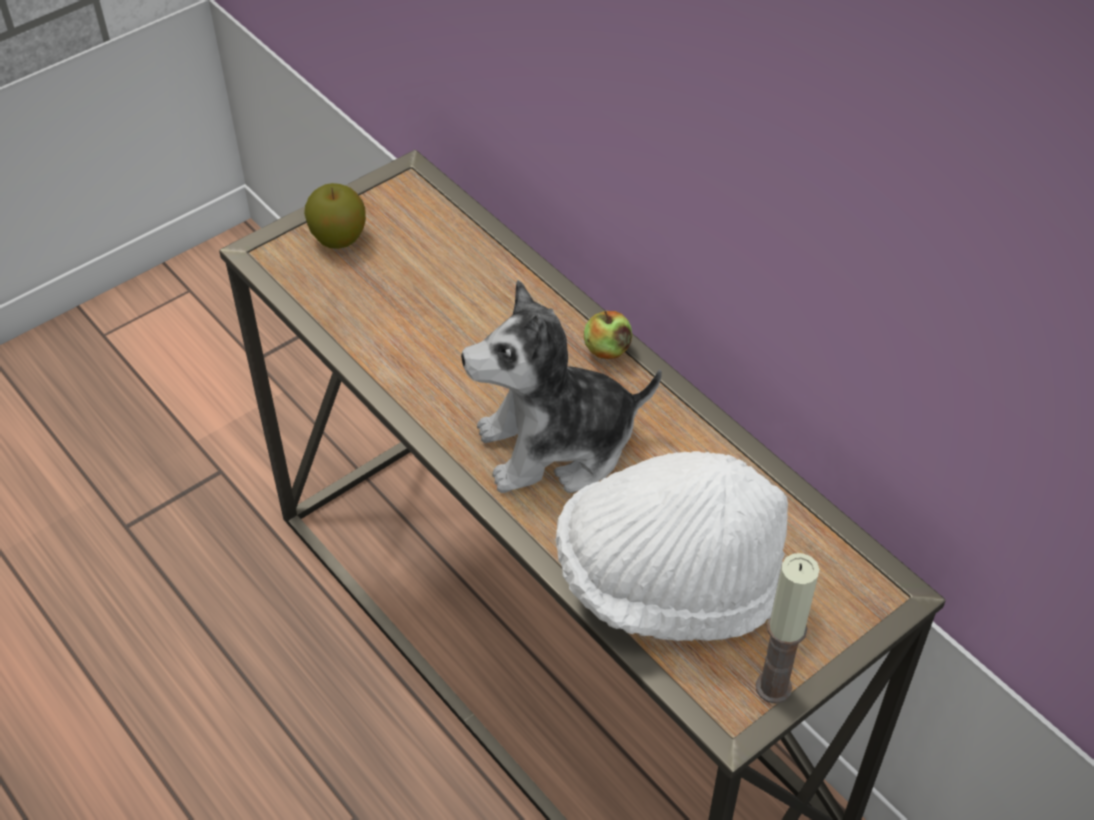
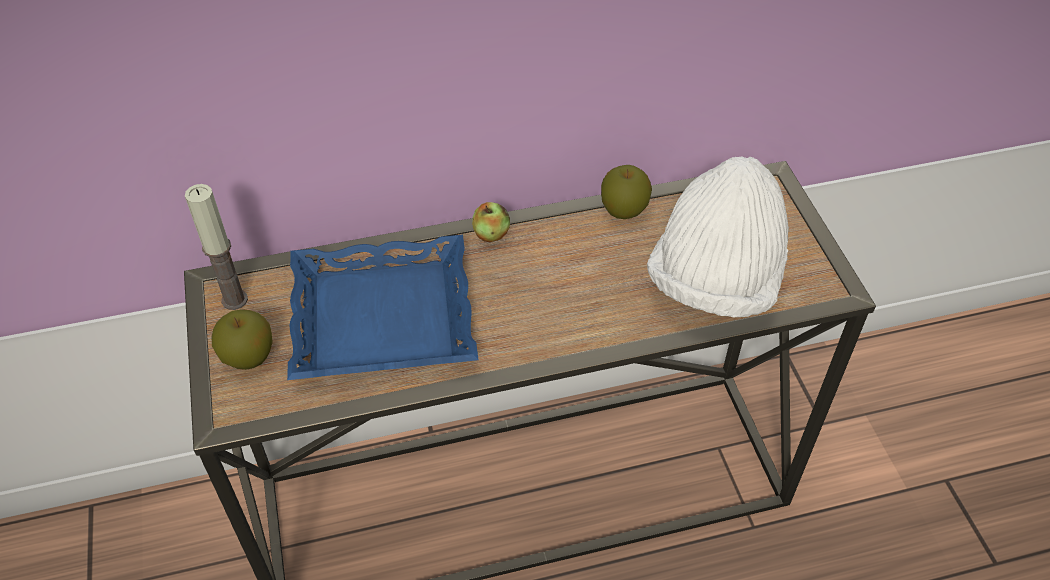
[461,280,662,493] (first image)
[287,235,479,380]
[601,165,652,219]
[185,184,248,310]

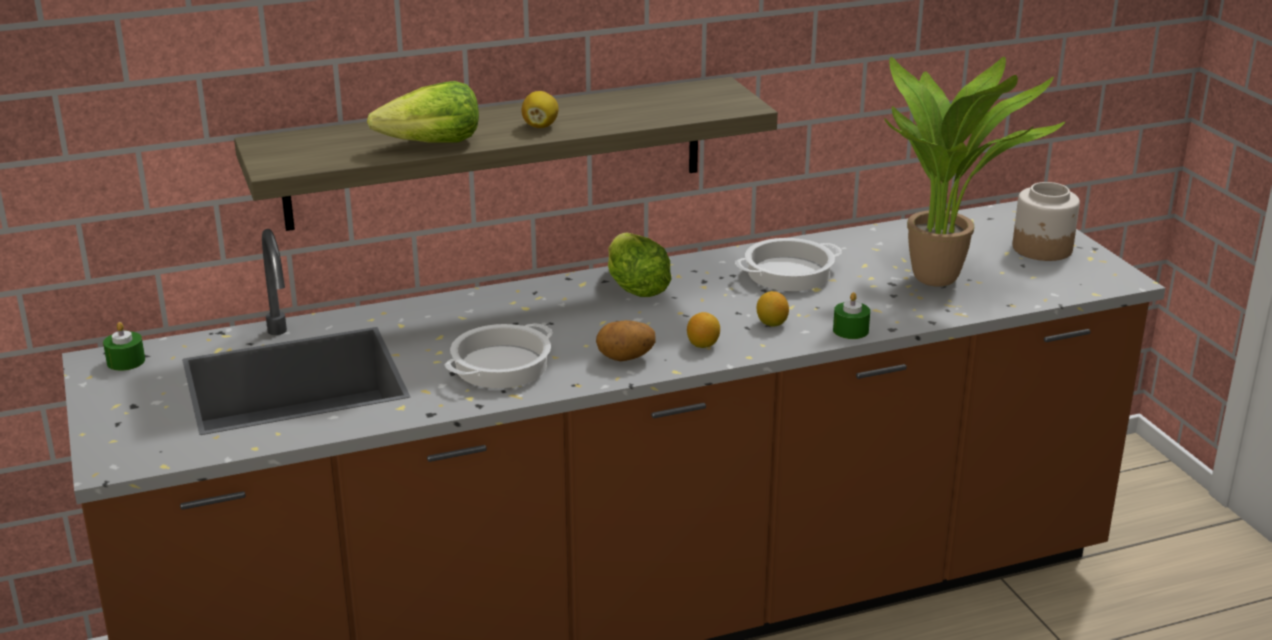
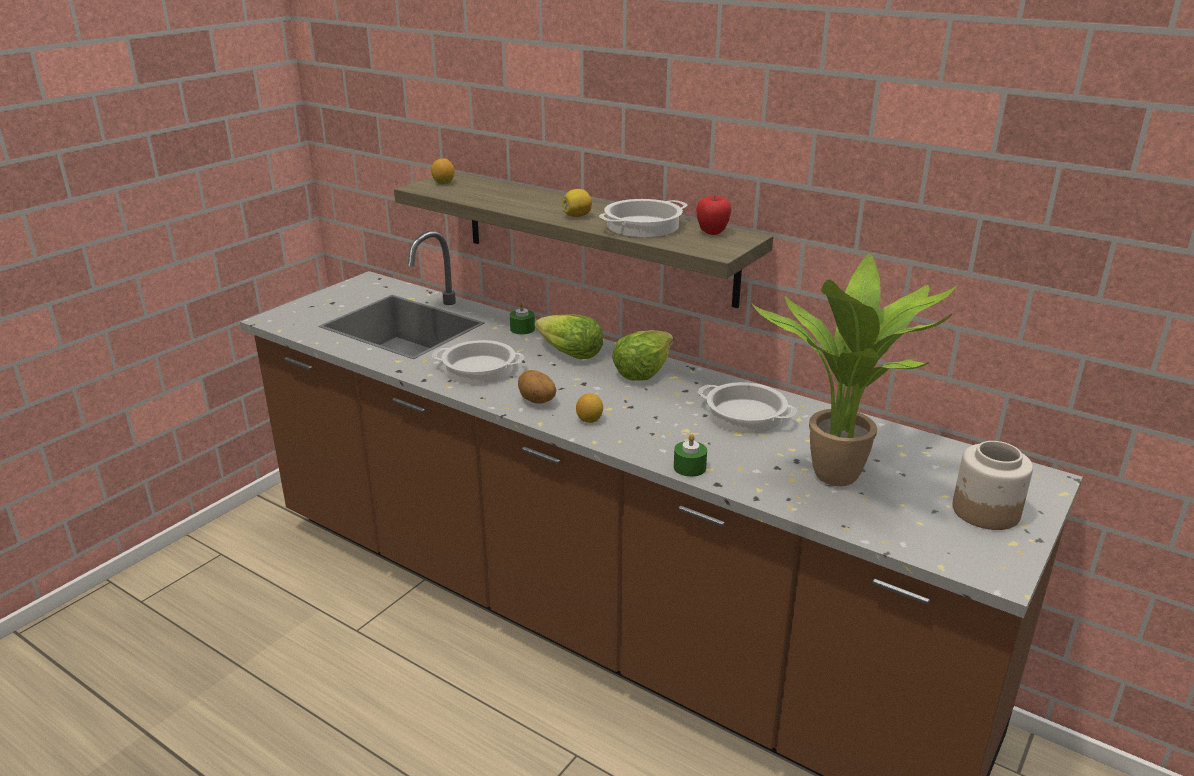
[599,199,688,237]
[696,195,731,235]
[510,302,535,335]
[535,314,603,359]
[431,159,455,184]

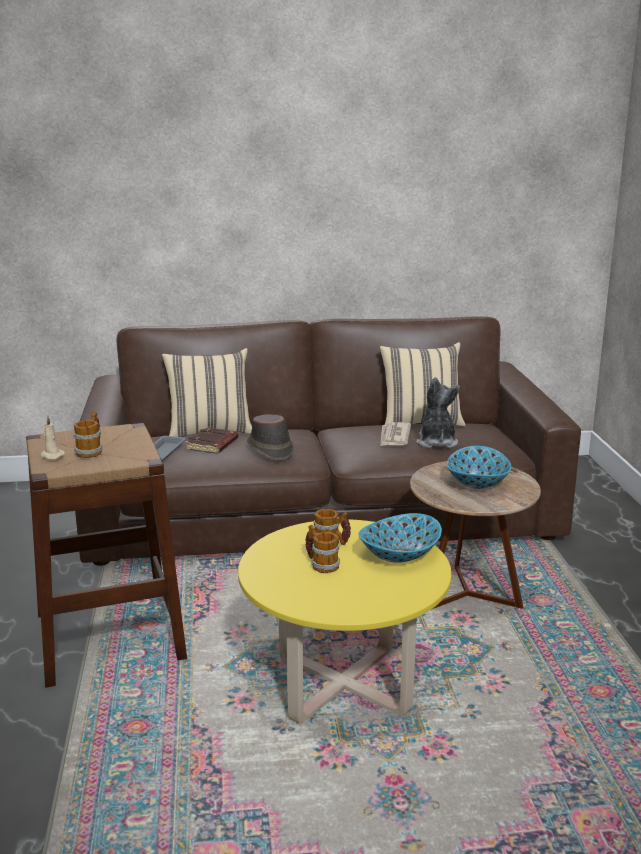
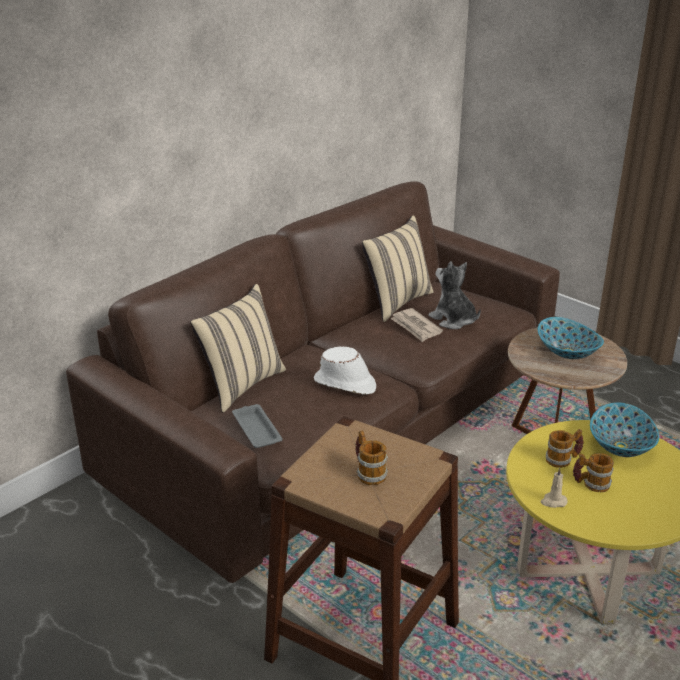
[185,427,239,454] (first image)
[541,467,567,508]
[314,346,376,395]

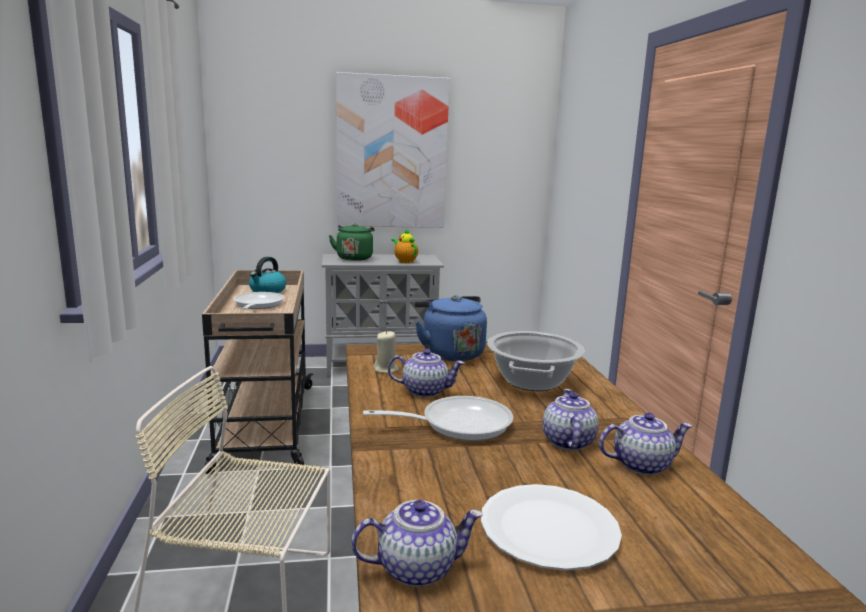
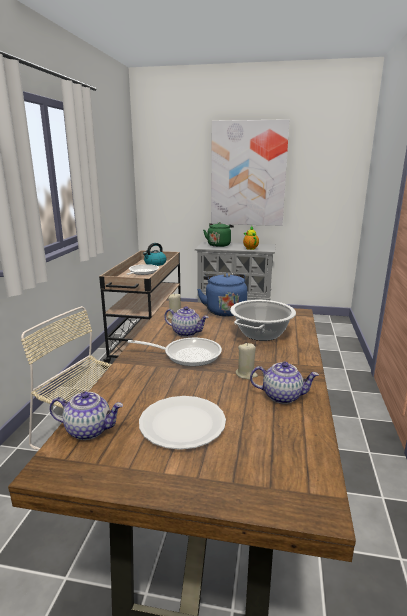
[236,343,258,380]

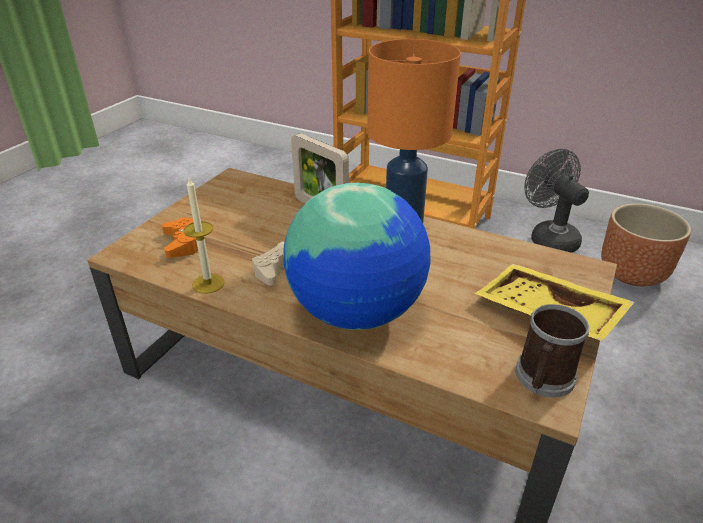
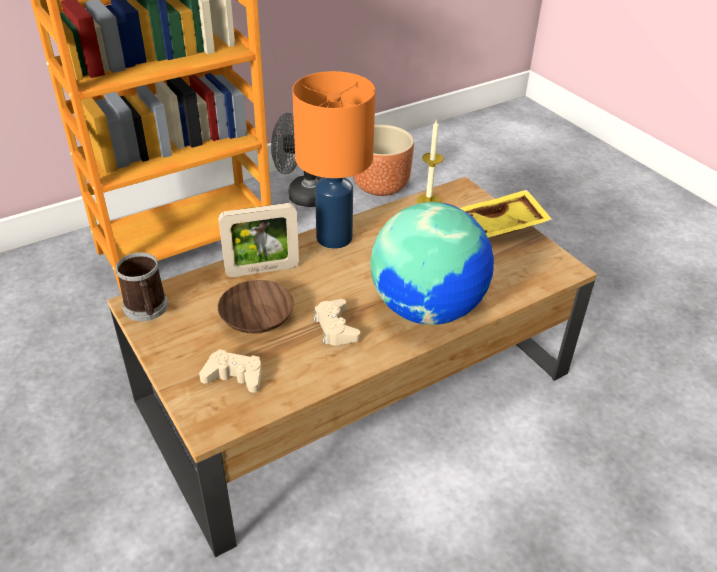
[218,280,294,334]
[417,119,444,204]
[116,252,168,321]
[199,349,262,393]

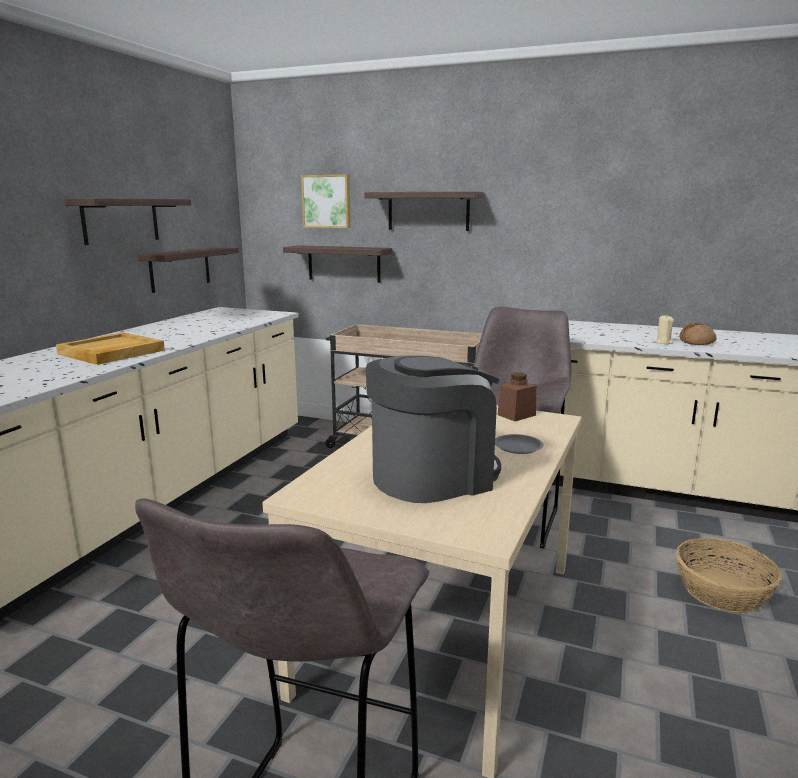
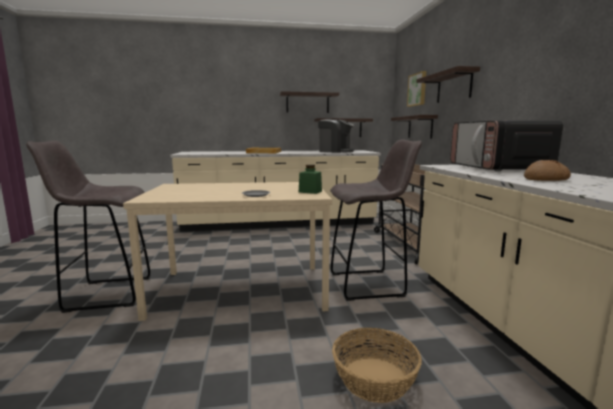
[653,315,674,344] (first image)
[450,120,563,172]
[318,119,354,153]
[299,165,322,194]

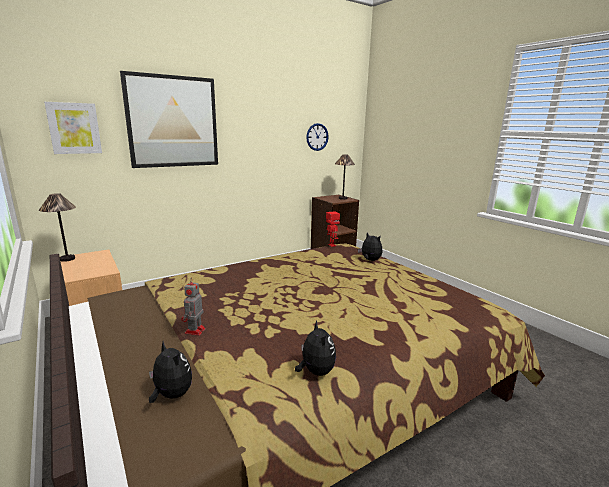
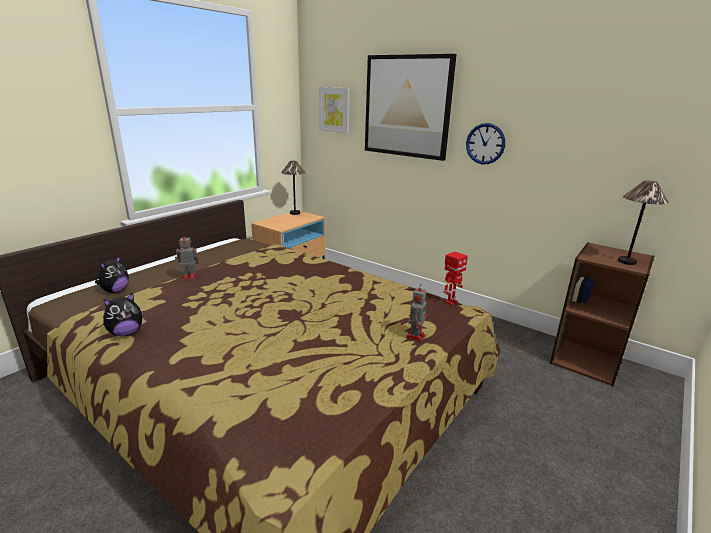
[466,123,505,164]
[406,284,428,342]

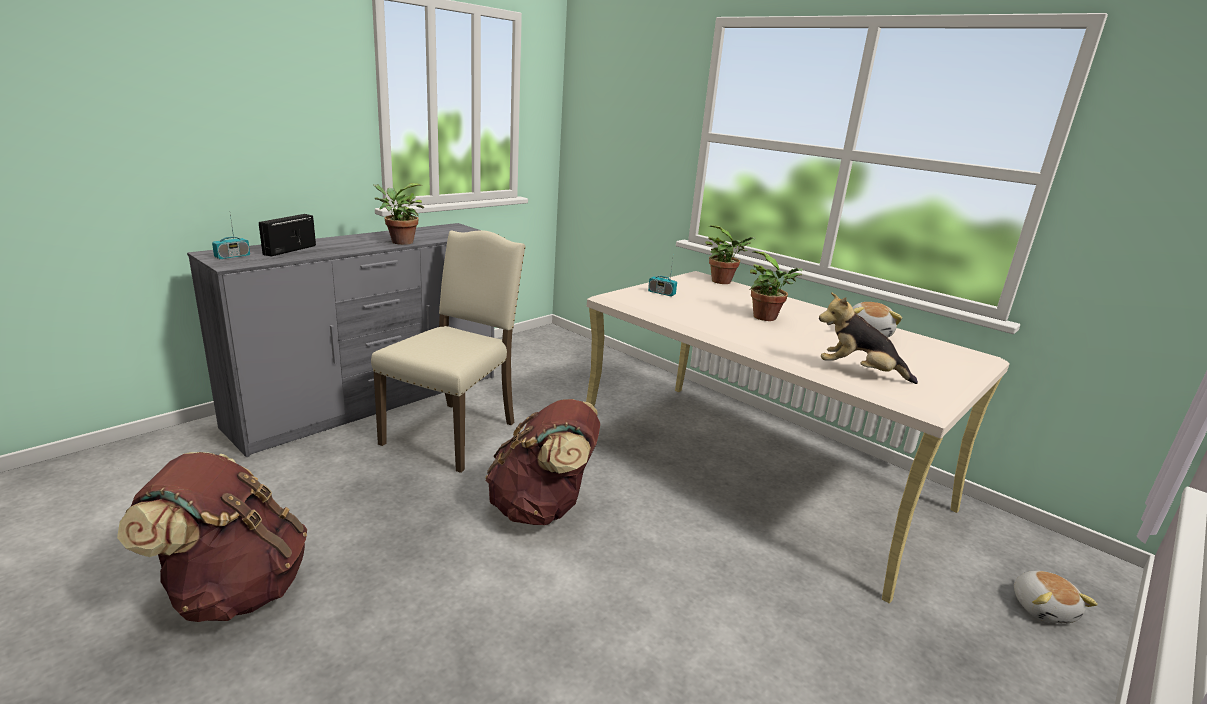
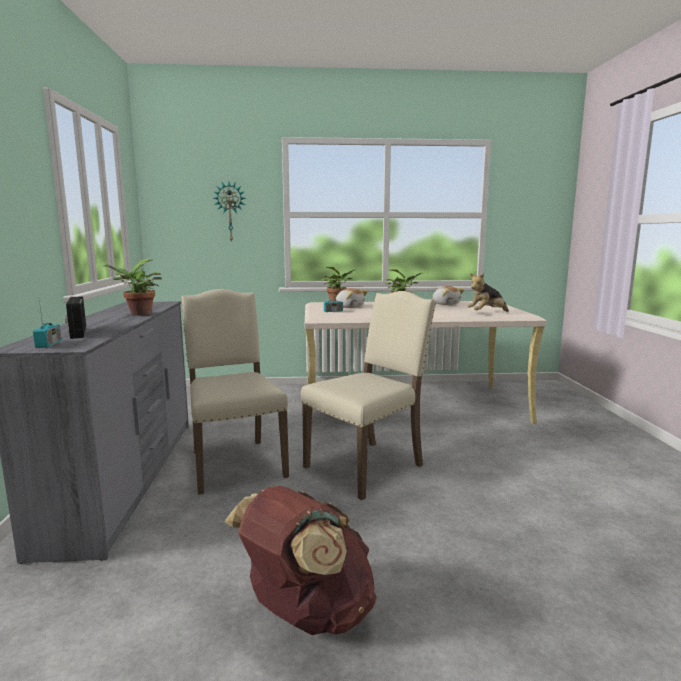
[213,181,246,243]
[335,288,368,308]
[301,291,436,500]

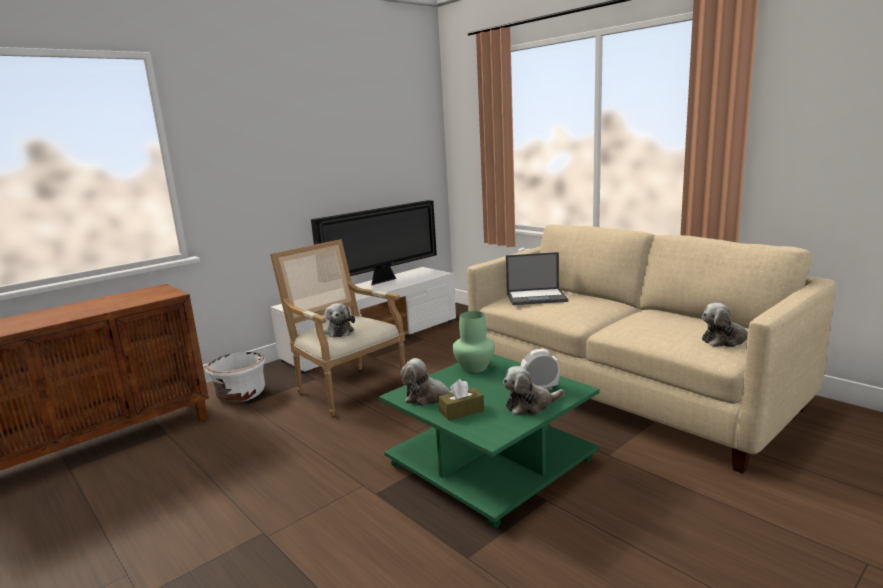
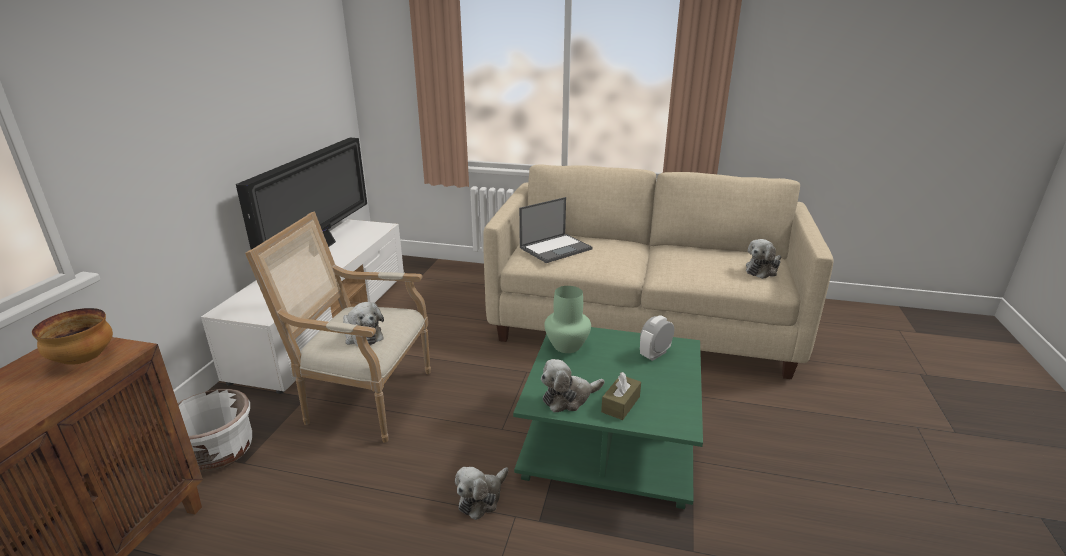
[32,308,113,365]
[455,467,508,520]

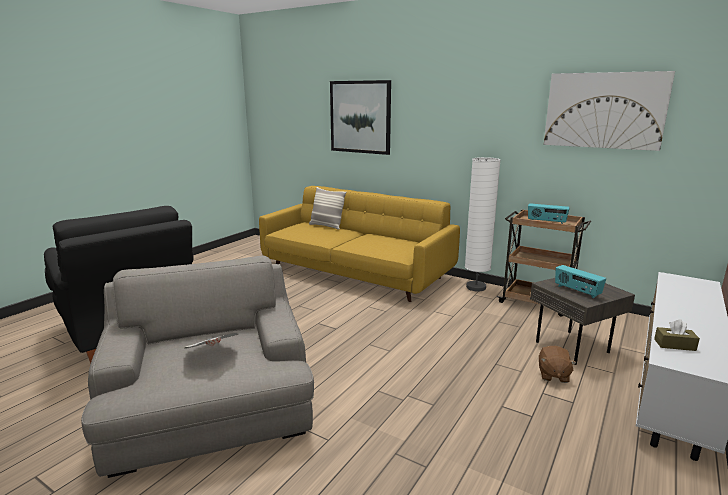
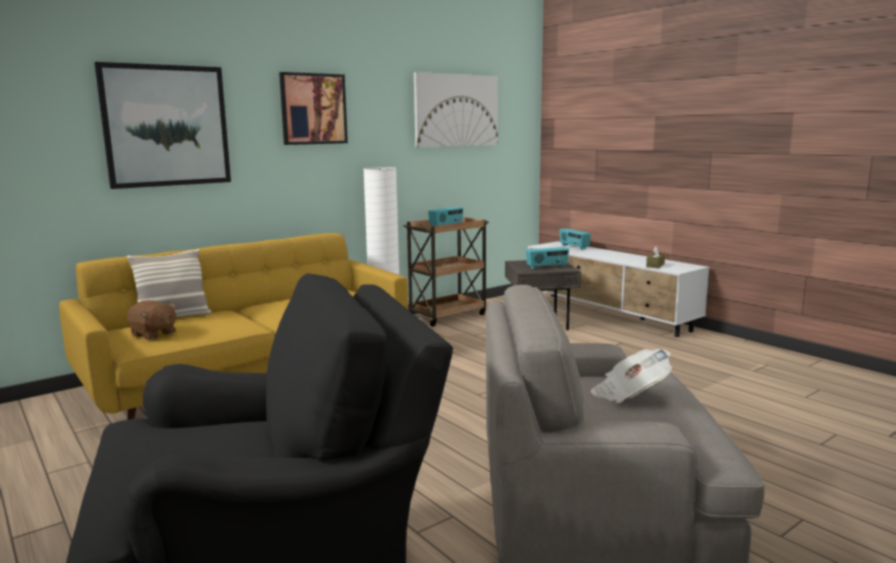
[279,72,348,145]
[559,228,591,250]
[127,300,176,340]

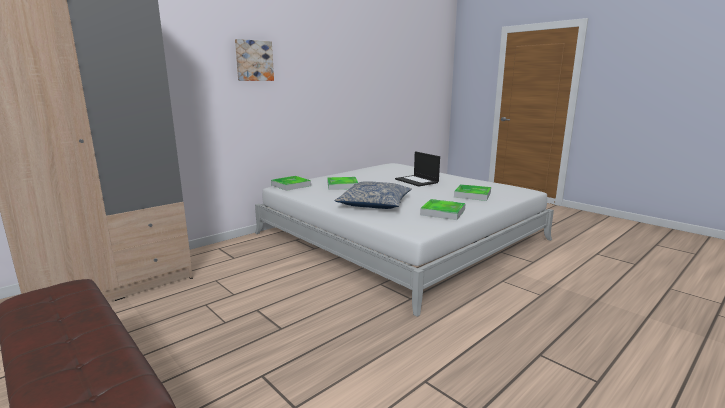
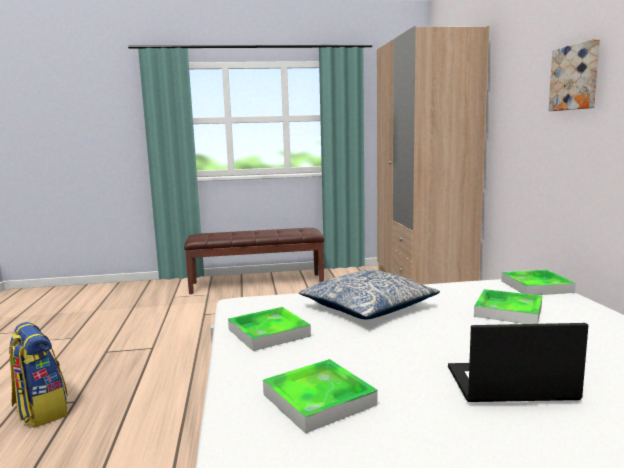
[9,322,68,427]

